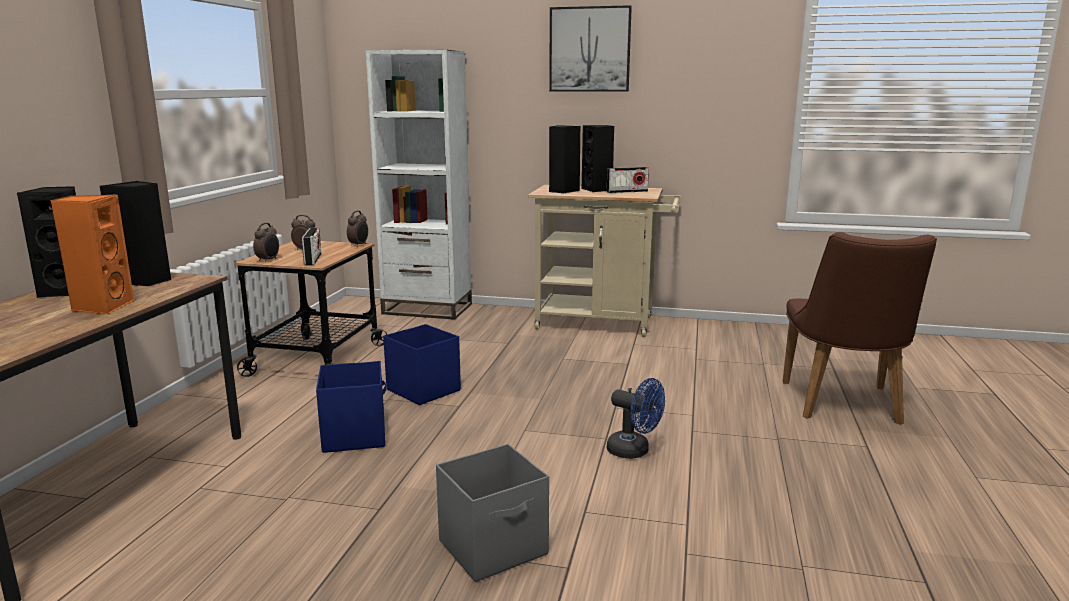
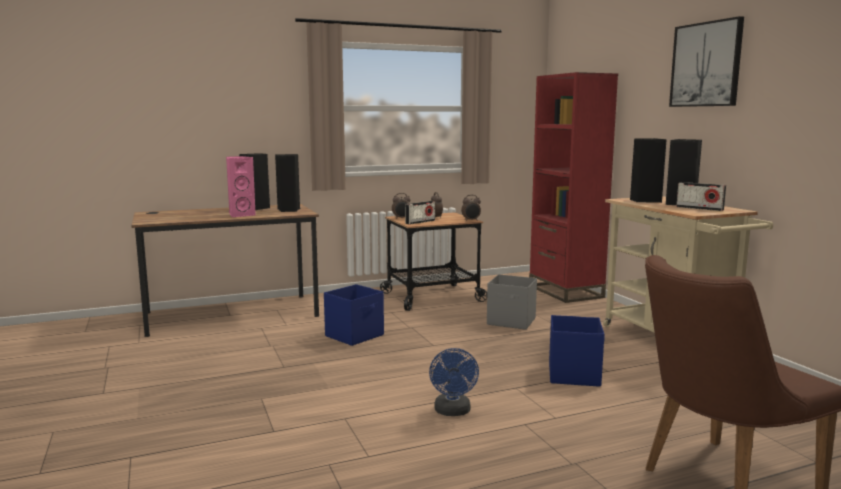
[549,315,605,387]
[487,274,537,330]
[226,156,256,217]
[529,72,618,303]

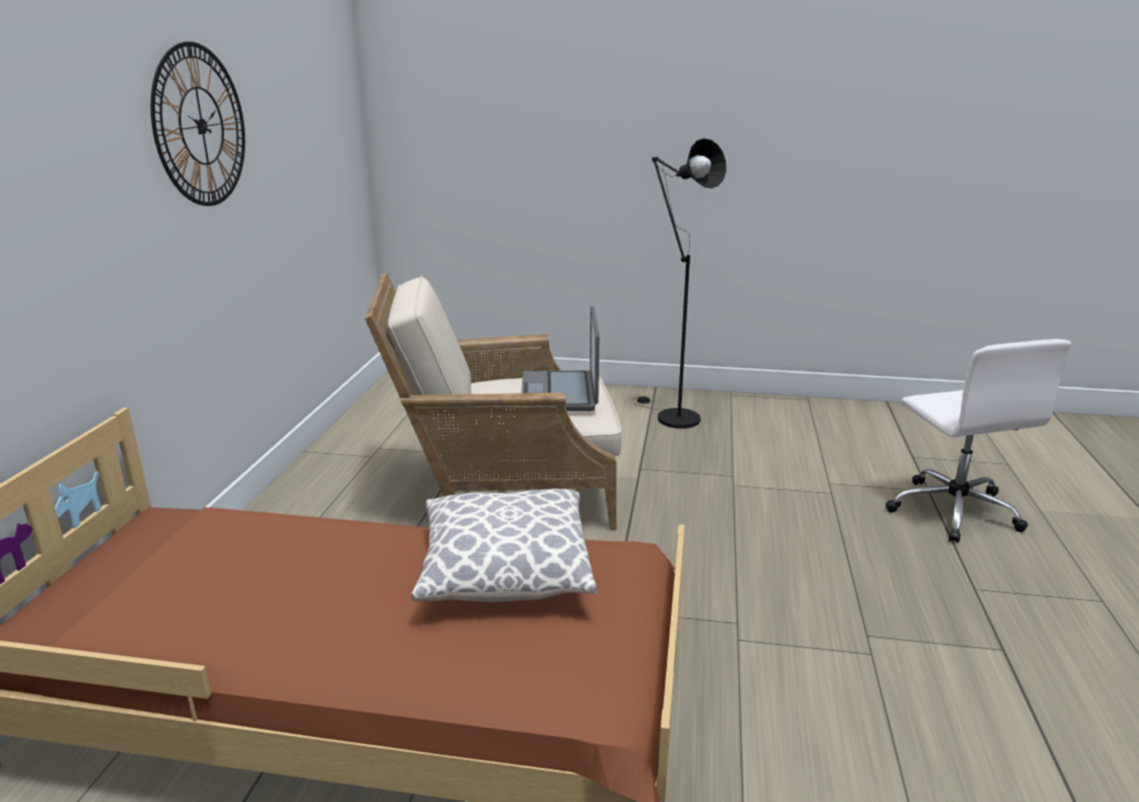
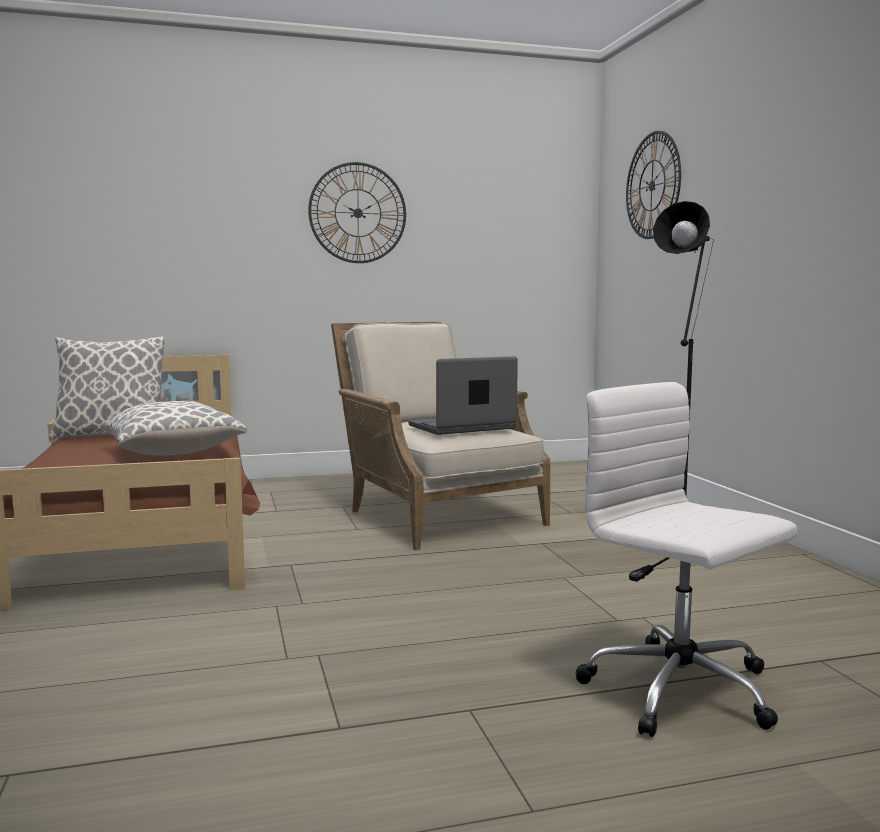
[49,336,165,440]
[626,131,681,239]
[575,382,798,737]

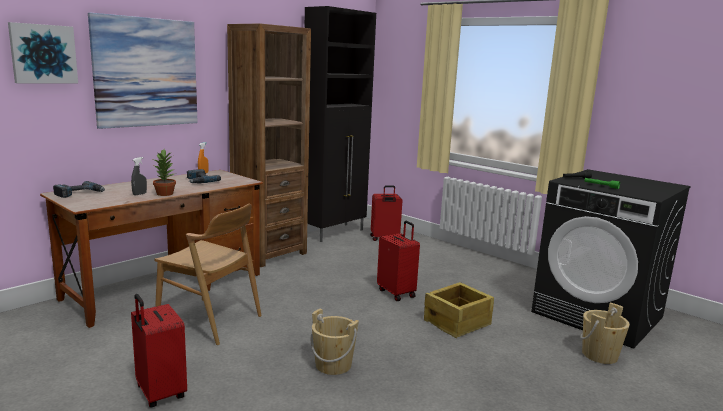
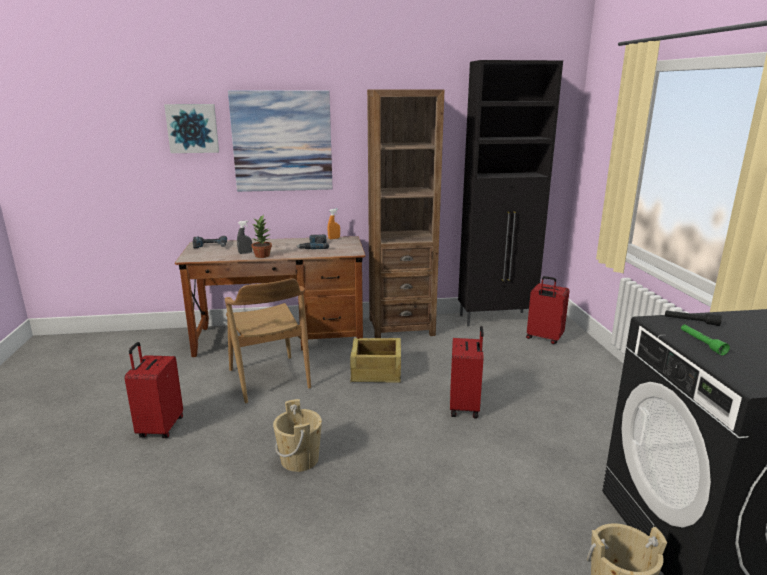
[350,338,401,383]

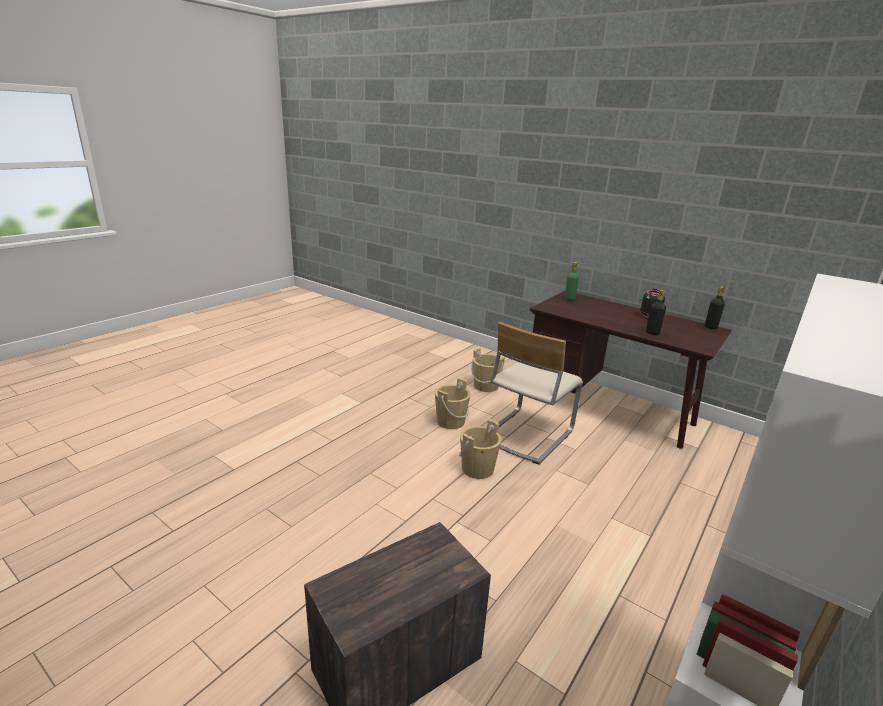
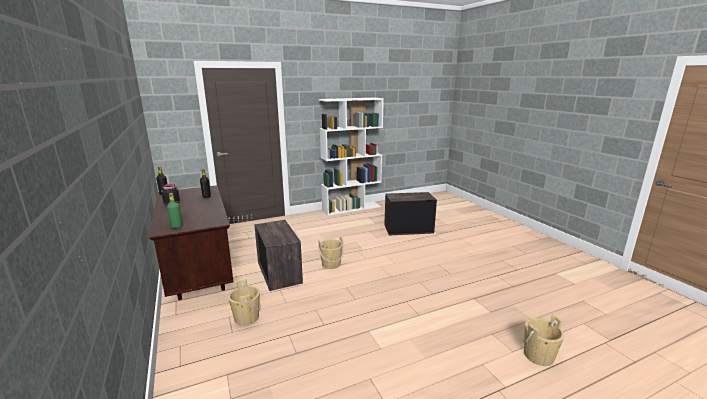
[522,314,565,366]
[254,220,303,291]

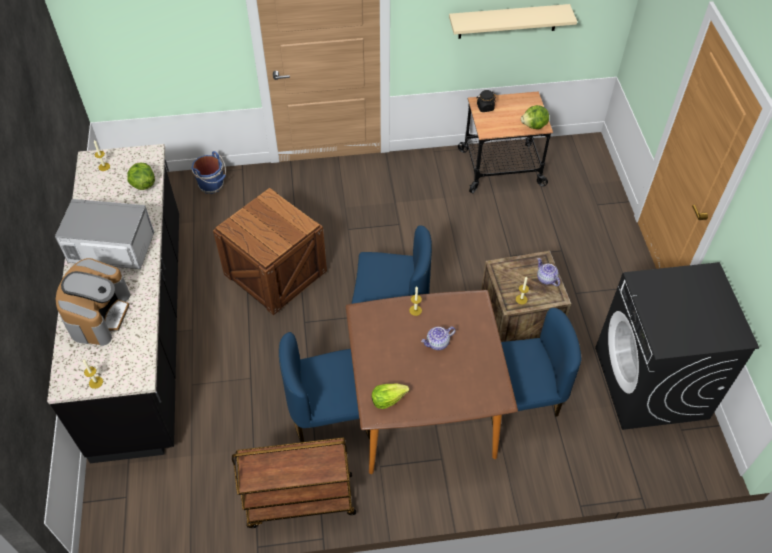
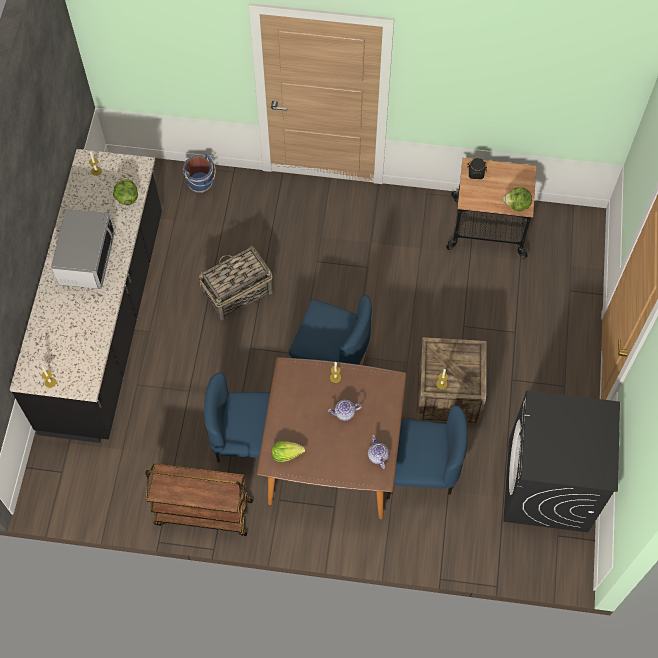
[55,258,130,346] (first image)
[449,4,577,39] (first image)
[368,435,389,469]
[199,245,273,320]
[51,209,115,289]

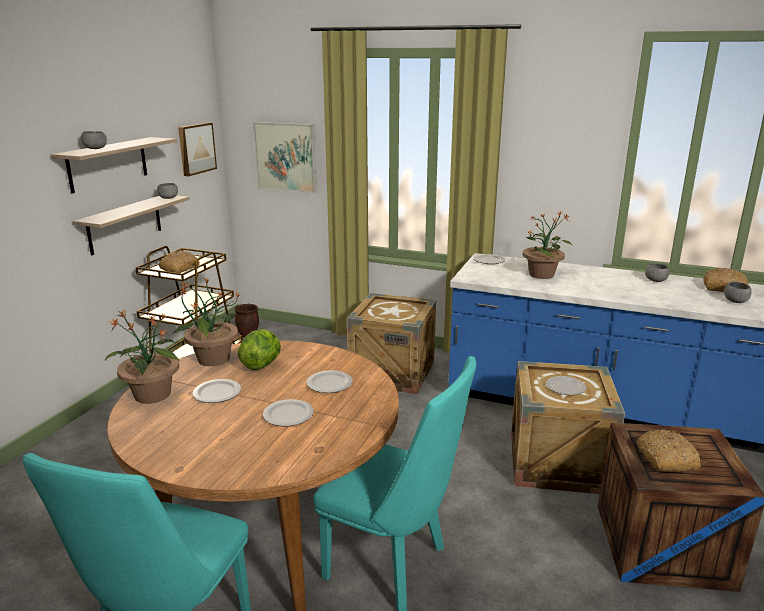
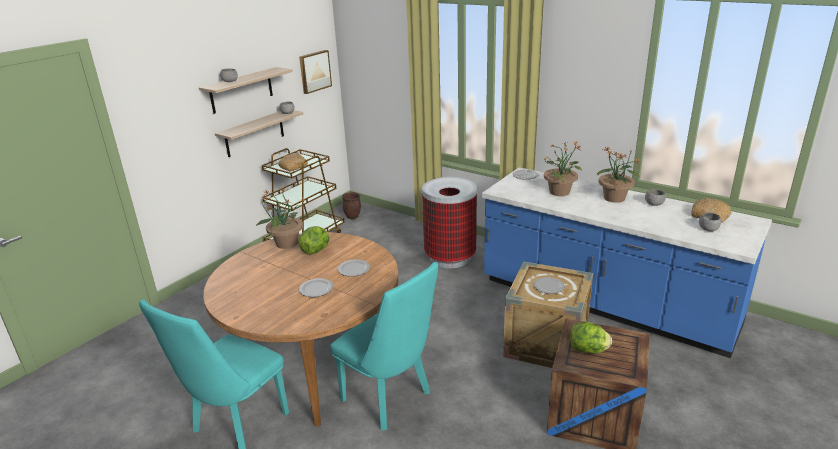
[193,379,241,403] (first image)
[253,122,317,193] (first image)
[597,147,640,203]
[422,177,477,268]
[570,322,612,354]

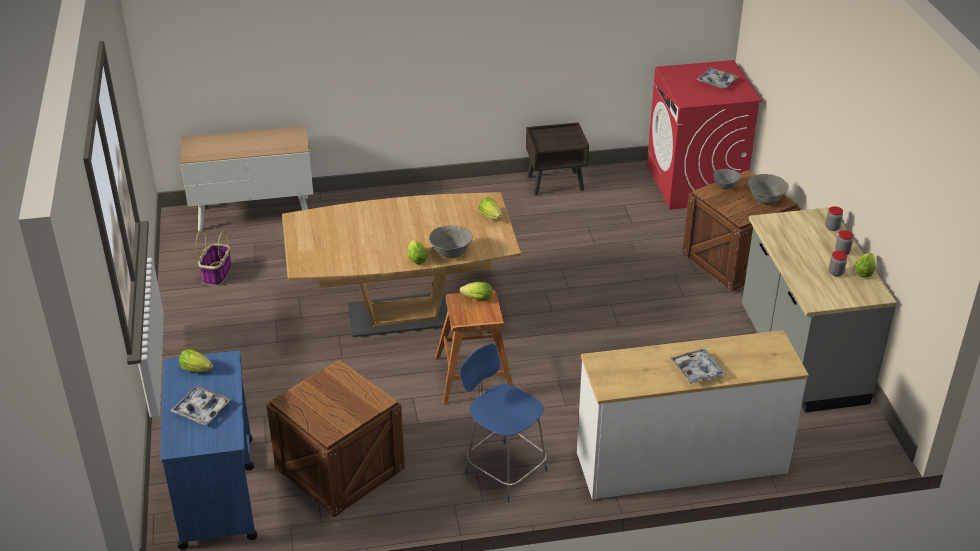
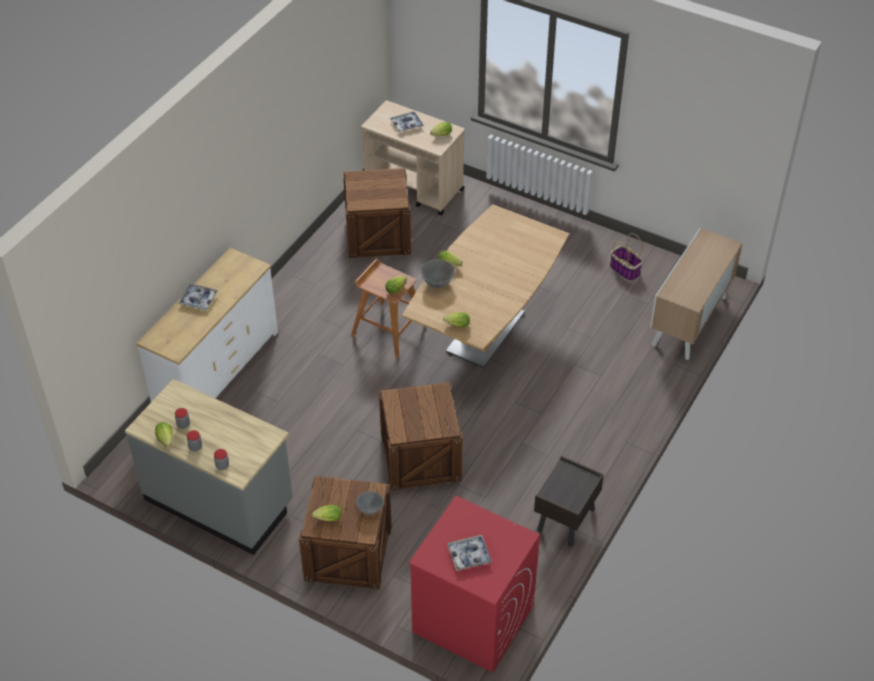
[460,343,547,502] (first image)
[379,383,463,490]
[312,505,341,521]
[361,100,465,216]

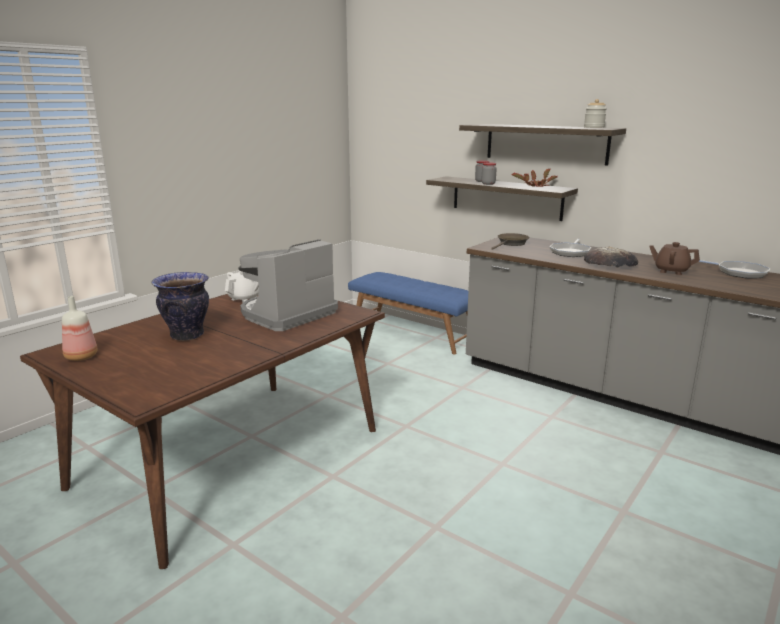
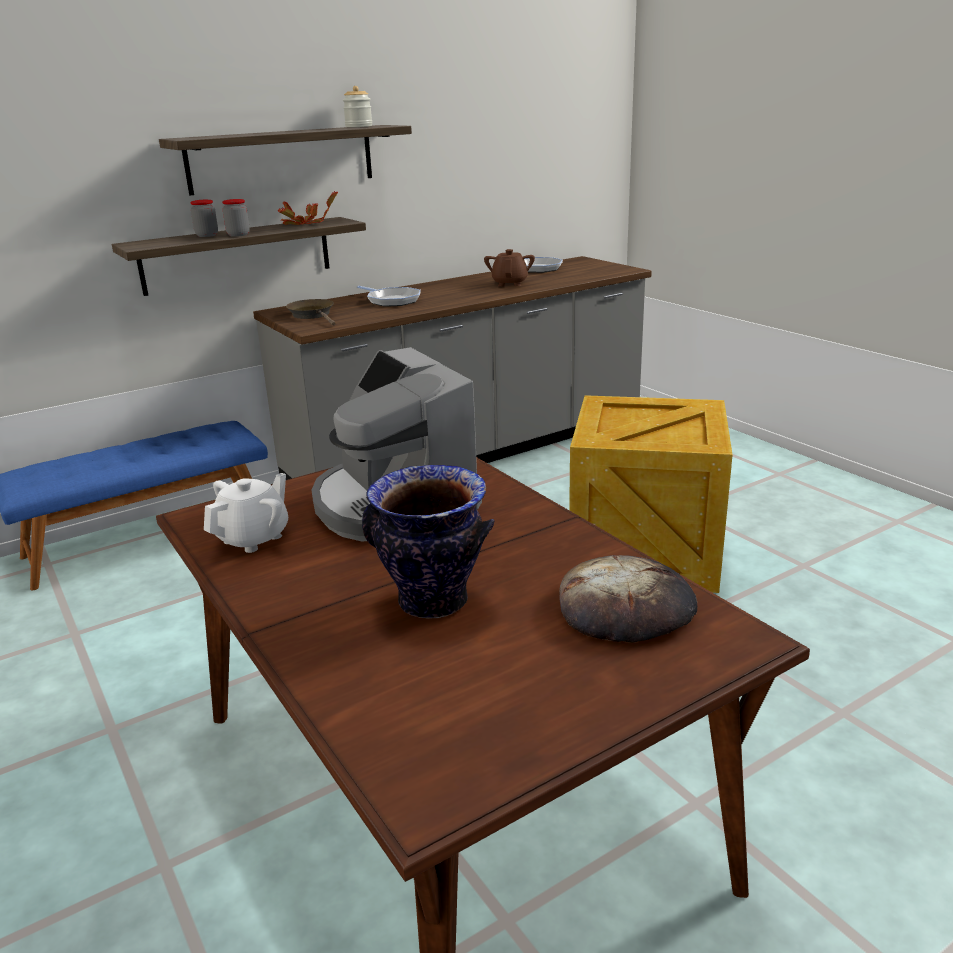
[62,296,98,361] (first image)
[569,395,733,593]
[559,555,697,643]
[204,473,288,553]
[484,249,535,287]

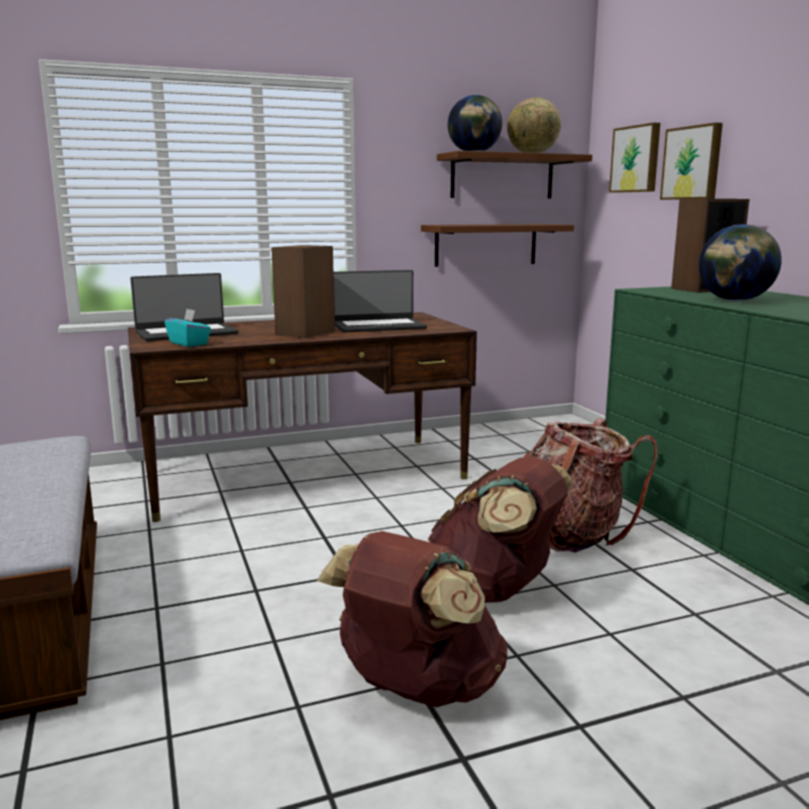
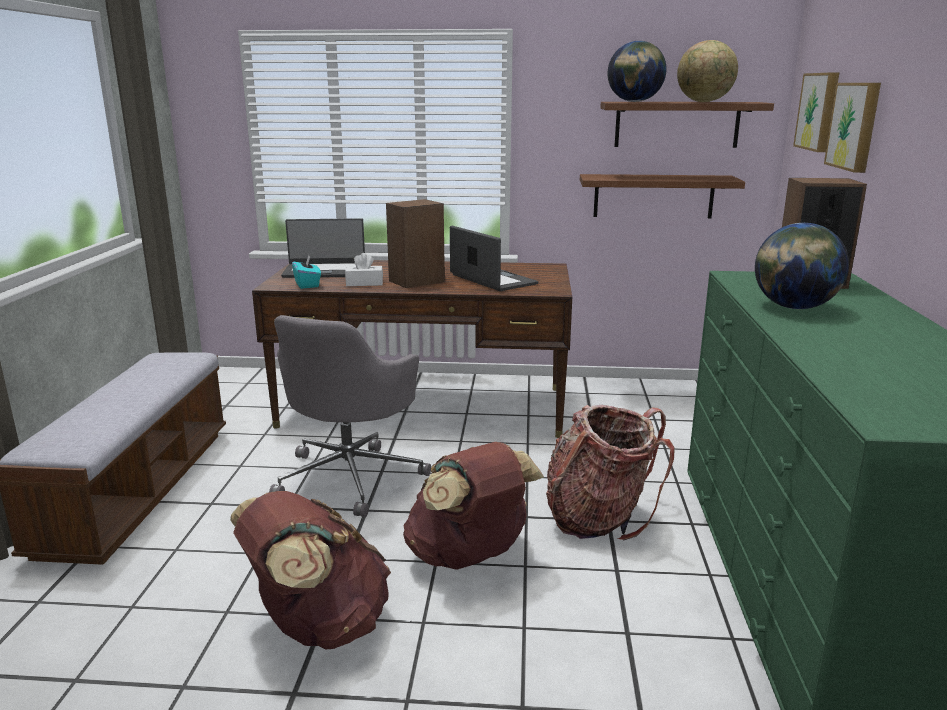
[269,315,431,517]
[345,253,383,286]
[450,226,538,291]

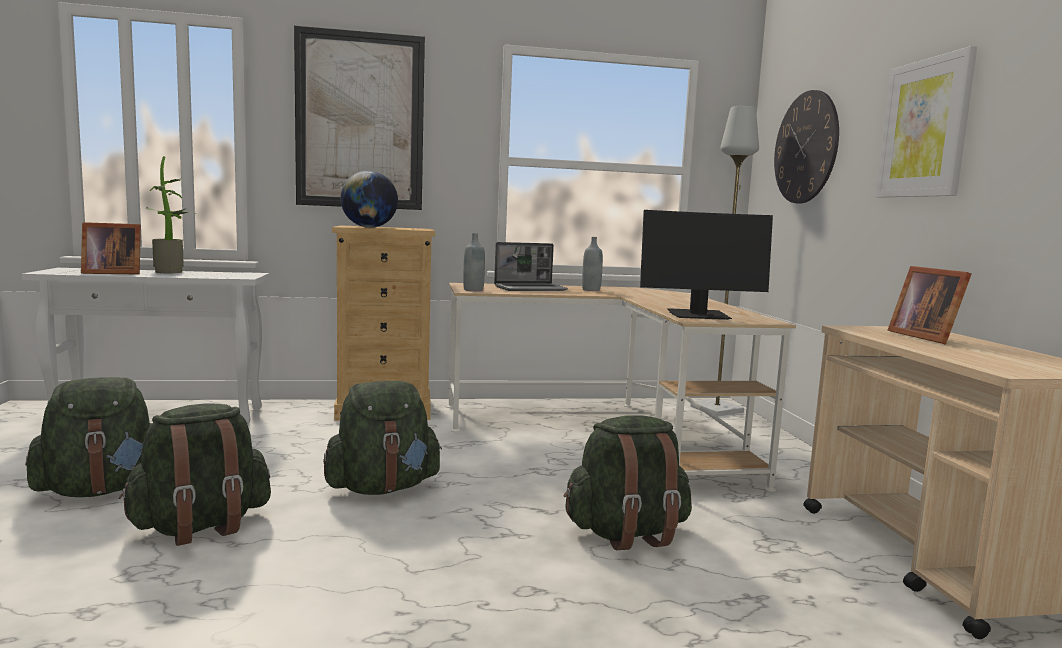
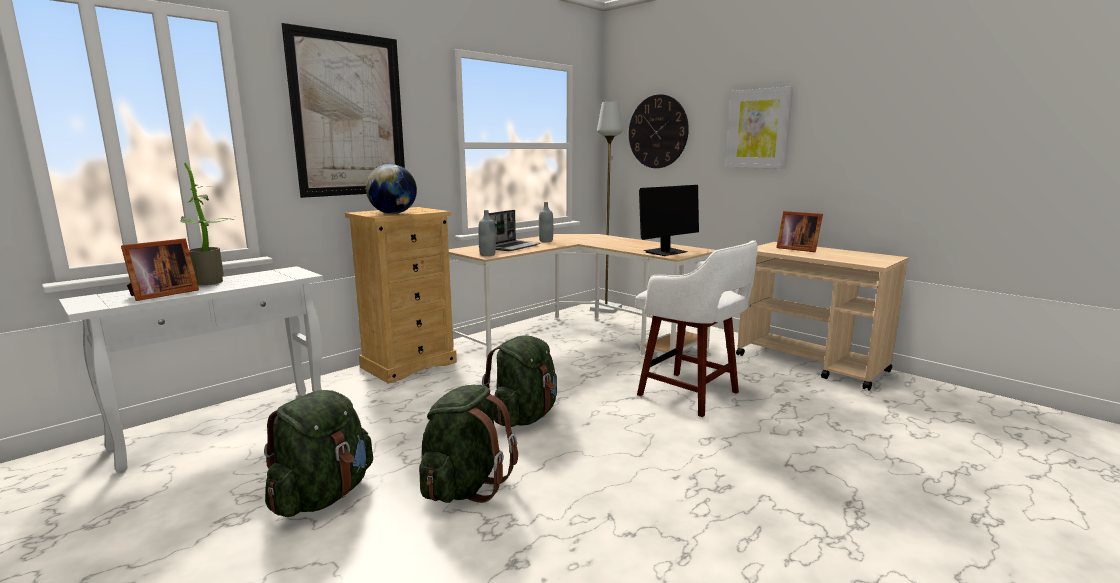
[636,240,758,417]

